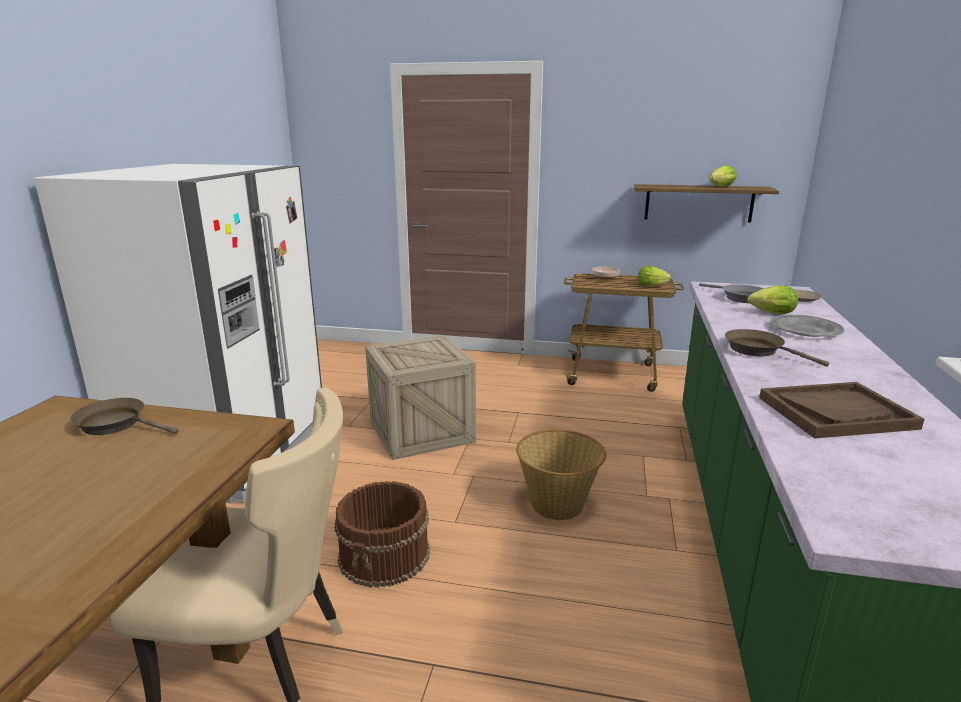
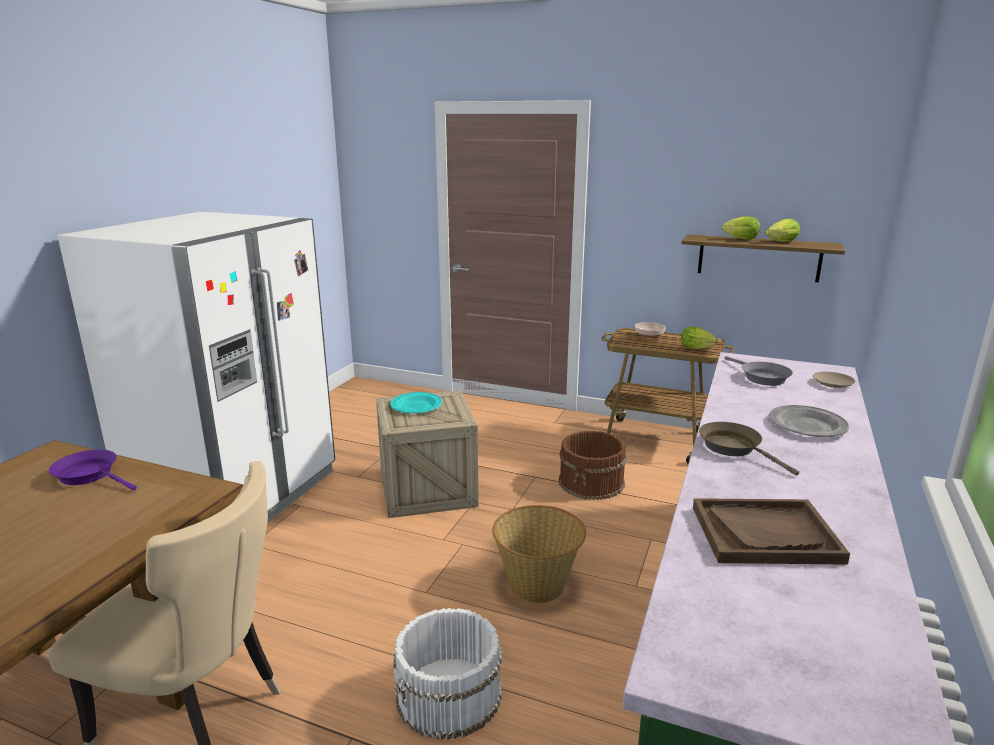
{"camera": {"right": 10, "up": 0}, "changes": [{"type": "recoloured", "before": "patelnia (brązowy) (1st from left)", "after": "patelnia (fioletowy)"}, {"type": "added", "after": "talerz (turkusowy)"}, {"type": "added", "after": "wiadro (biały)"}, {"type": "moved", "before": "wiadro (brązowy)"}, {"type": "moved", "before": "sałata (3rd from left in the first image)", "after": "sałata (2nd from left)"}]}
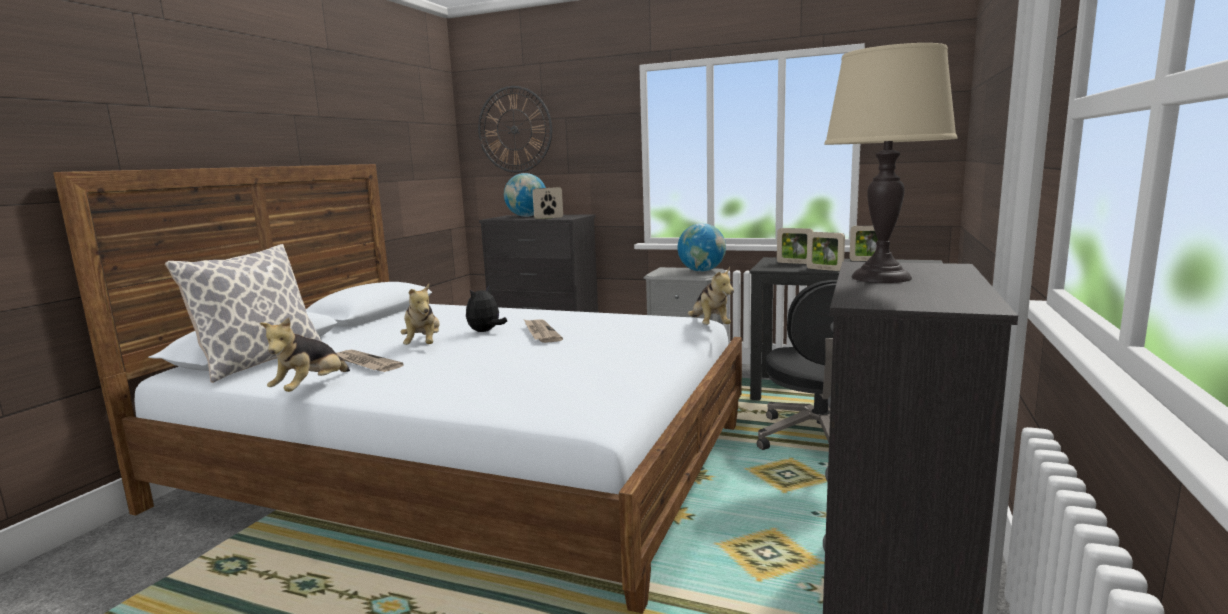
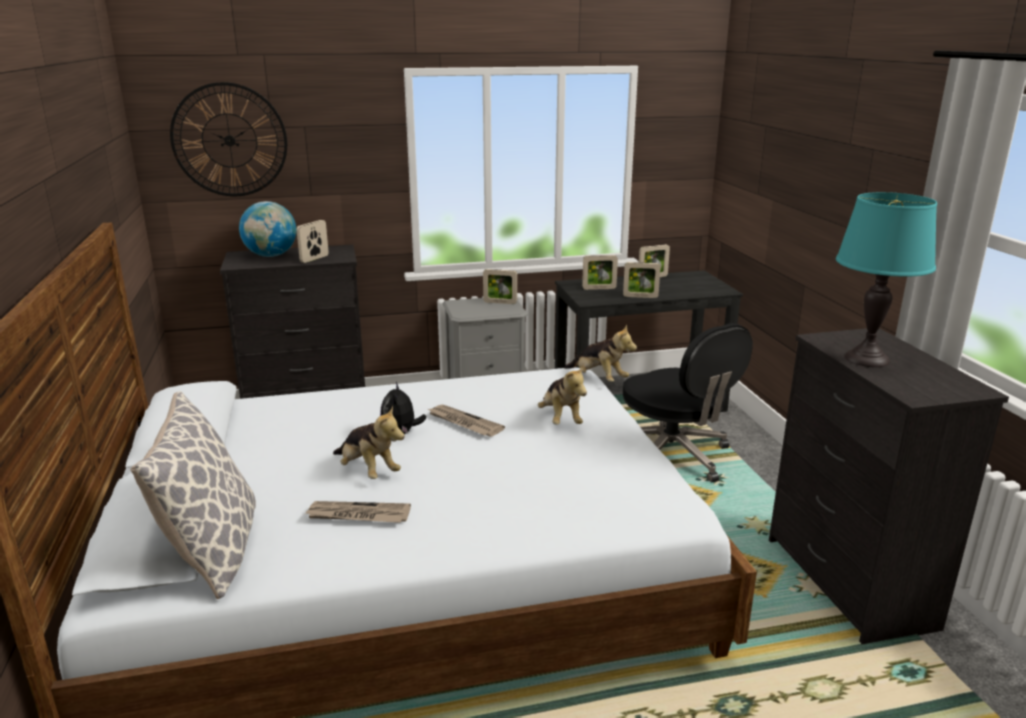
{"camera": {"right": -35, "up": 10}, "changes": [{"type": "replaced", "before": "globus (2nd from left)", "after": "ramka na zdjęcie (2nd from left)"}, {"type": "moved", "before": "pluszak (1st from left in the first image)", "after": "pluszak (3rd from left)"}, {"type": "recoloured", "before": "lampa stołowa (beżowy)", "after": "lampa stołowa (turkusowy)"}]}
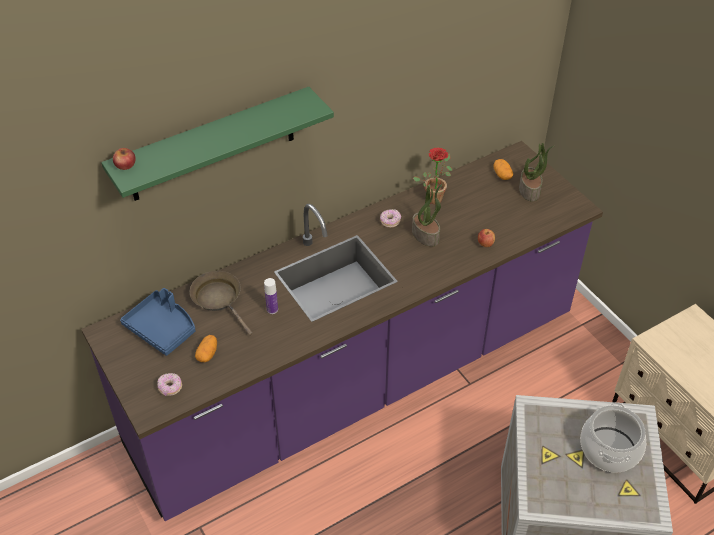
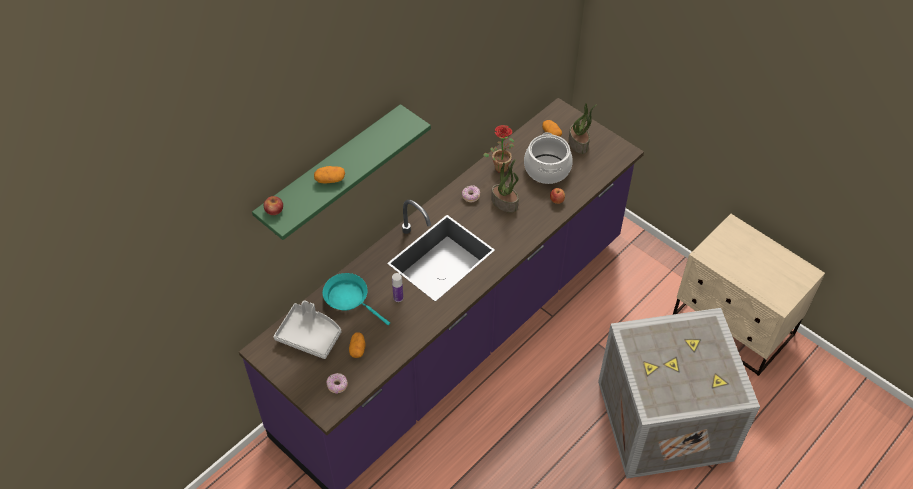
{"camera": {"right": -15, "up": 5}, "changes": [{"type": "recoloured", "before": "taca (niebieski)", "after": "taca (szary)"}, {"type": "added", "after": "ziemniak (1st from left)"}, {"type": "recoloured", "before": "patelnia (brązowy)", "after": "patelnia (turkusowy)"}, {"type": "moved", "before": "garnek"}]}
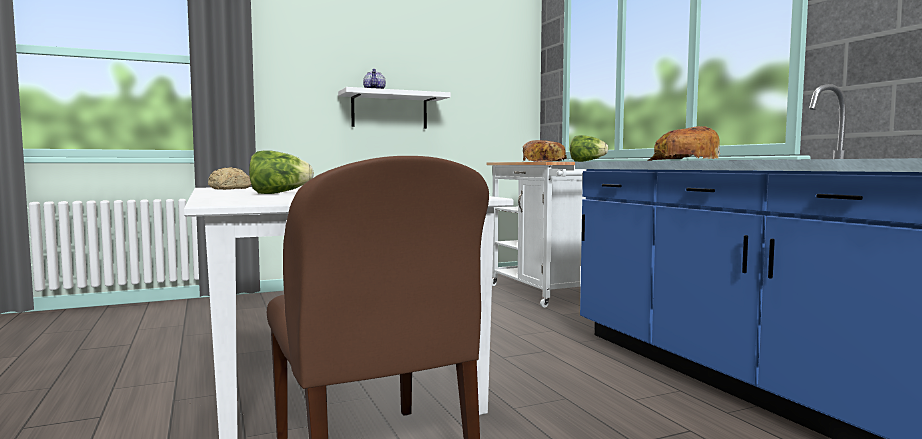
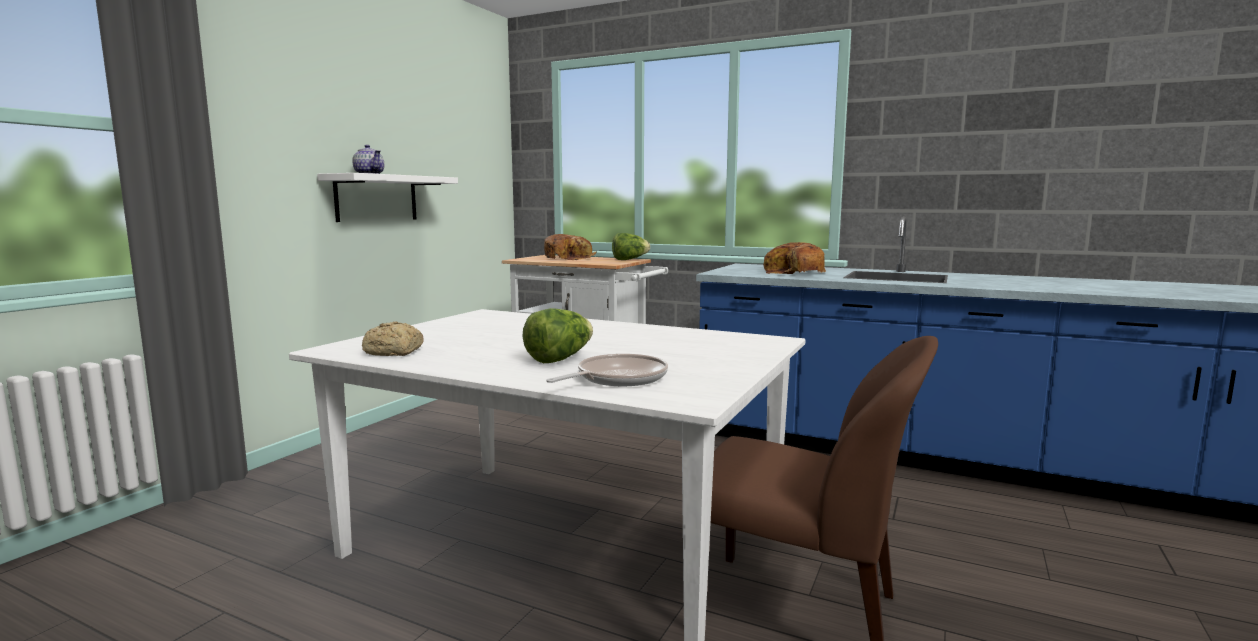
{"camera": {"right": -40, "up": 5}, "changes": [{"type": "added", "after": "patelnia"}]}
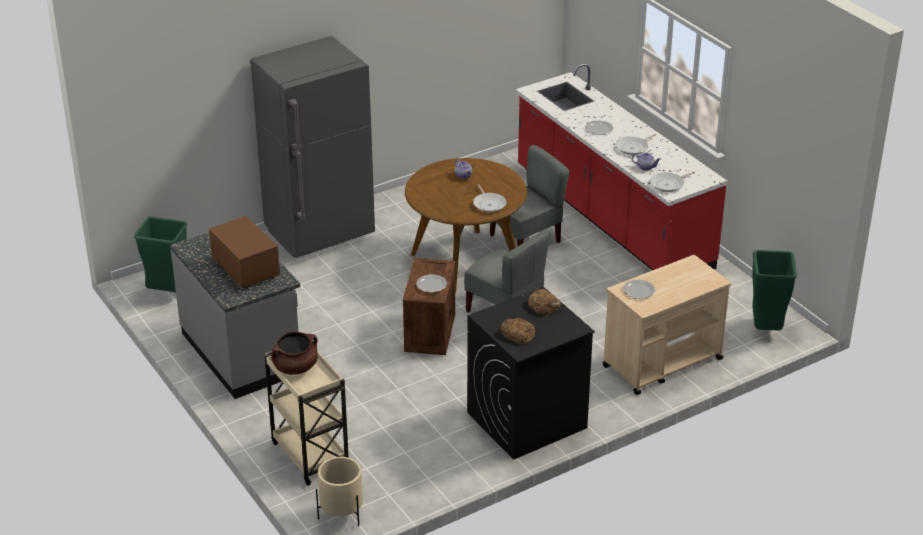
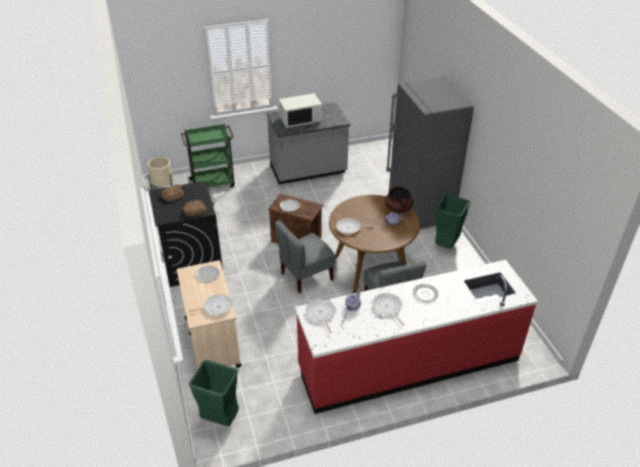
{"camera": {"right": 105, "up": 5}, "changes": [{"type": "recoloured", "before": "wózek (beżowy) (1st from left)", "after": "wózek (zielony)"}, {"type": "added", "after": "patelnia (1st from left)"}, {"type": "recoloured", "before": "mikrofalówka (brązowy)", "after": "mikrofalówka (biały)"}, {"type": "moved", "before": "garnek (brązowy)"}, {"type": "moved", "before": "kosz na śmieci (zielony) (1st from left in the first image)", "after": "kosz na śmieci (zielony) (2nd from left)"}]}
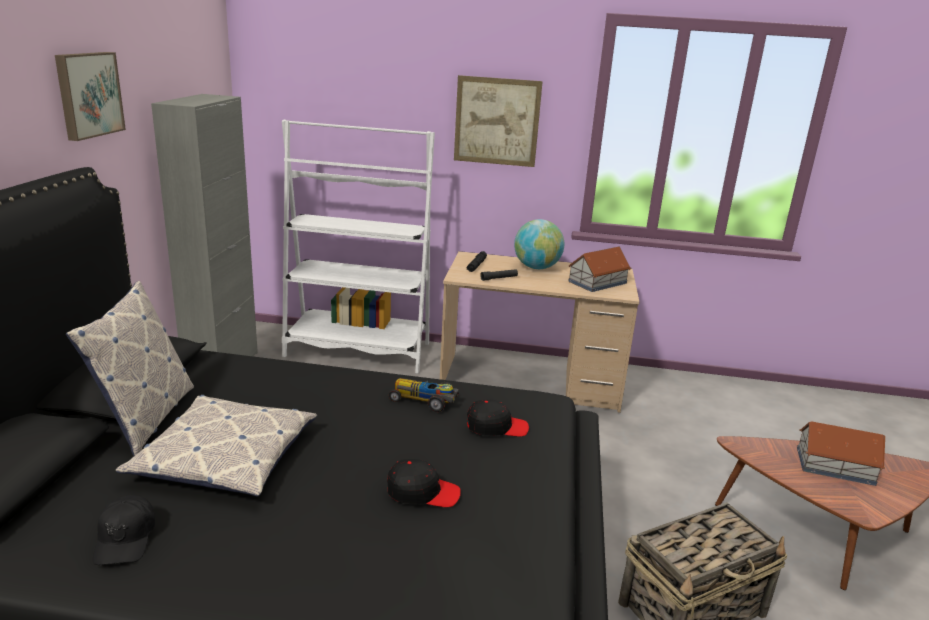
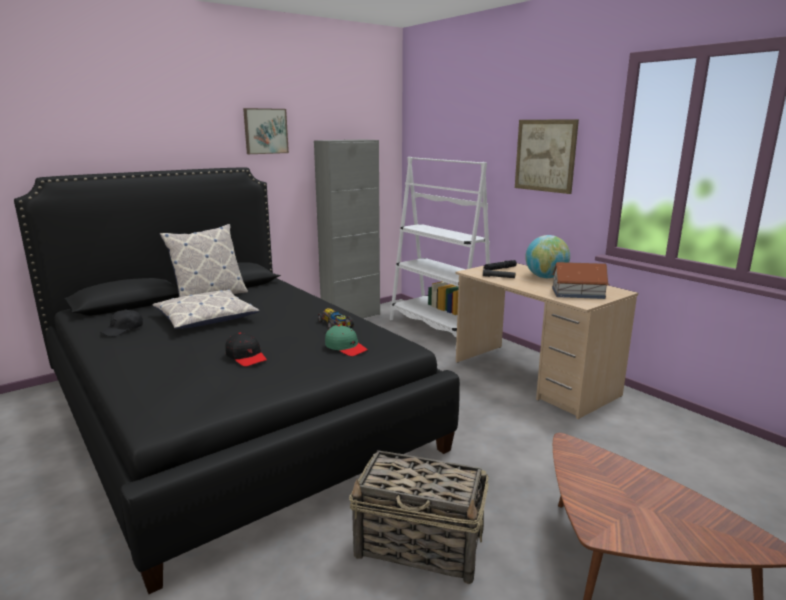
{"camera": {"right": 45, "up": -5}, "changes": [{"type": "recoloured", "before": "czapka z daszkiem (czarny) (3rd from left)", "after": "czapka z daszkiem (zielony)"}, {"type": "removed", "before": "domek (2nd from left)"}]}
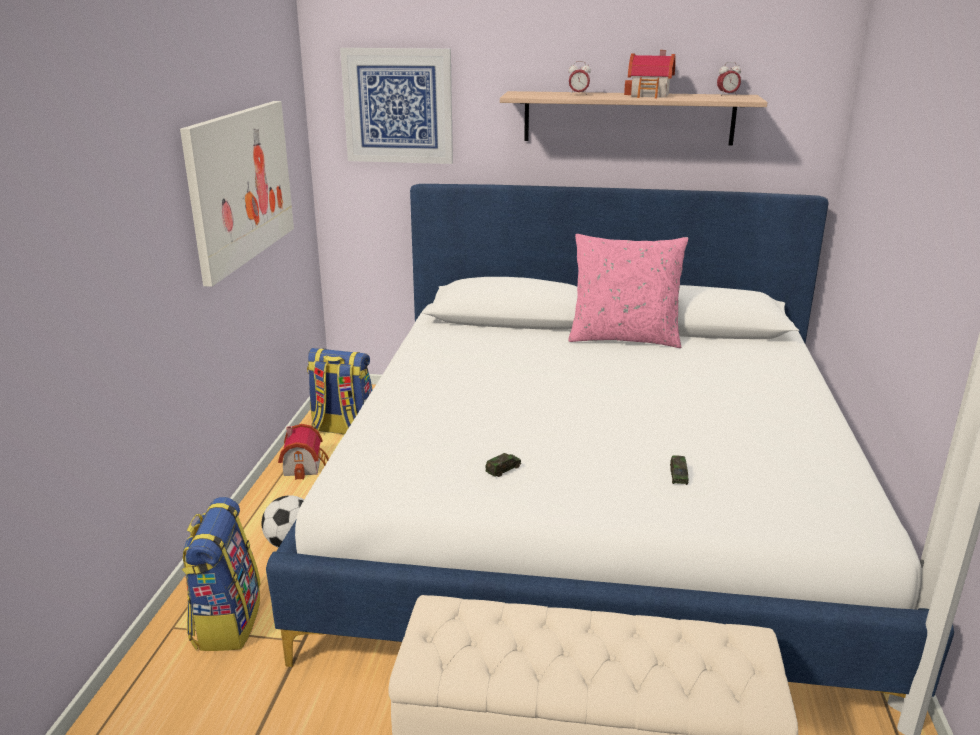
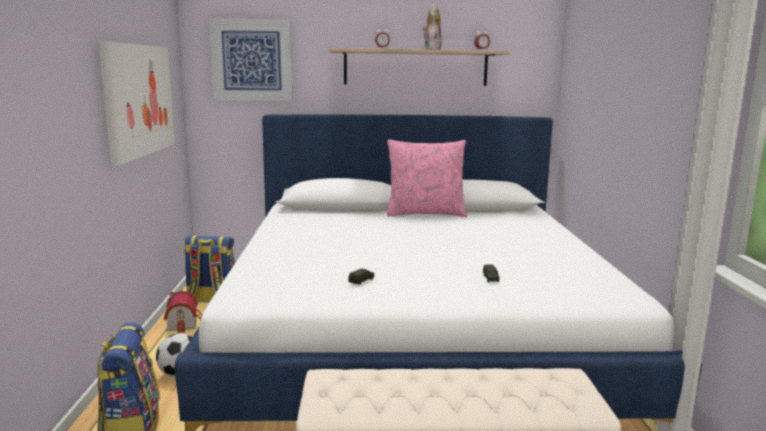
{"camera": {"right": -10, "up": -10}, "changes": [{"type": "replaced", "before": "domek (2nd from left)", "after": "pluszak"}]}
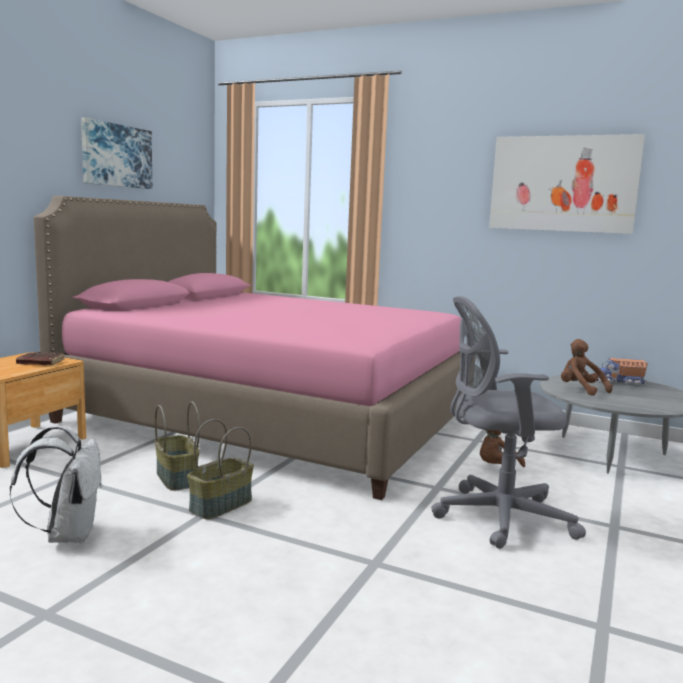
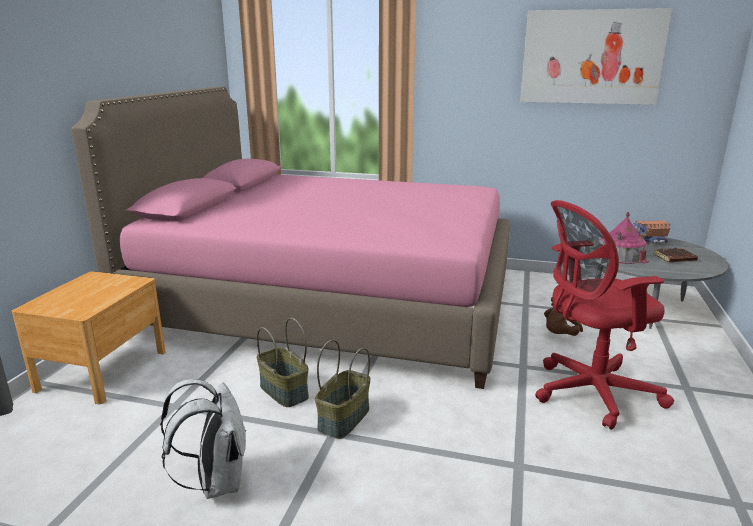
{"camera": {"right": -10, "up": 10}, "changes": [{"type": "recoloured", "before": "krzesło biurowe (szary)", "after": "krzesło biurowe (czerwony)"}, {"type": "replaced", "before": "pluszak (brązowy) (2nd from left)", "after": "domek"}, {"type": "moved", "before": "książka (brązowy)"}, {"type": "removed", "before": "obraz (1st from left)"}]}
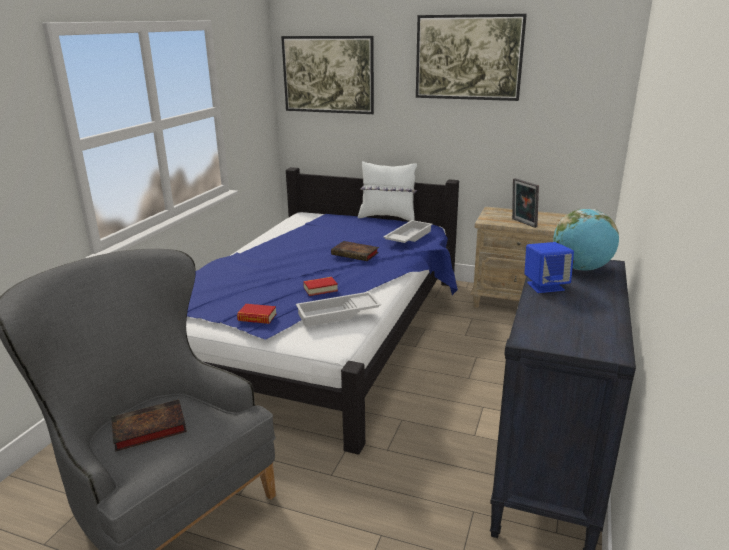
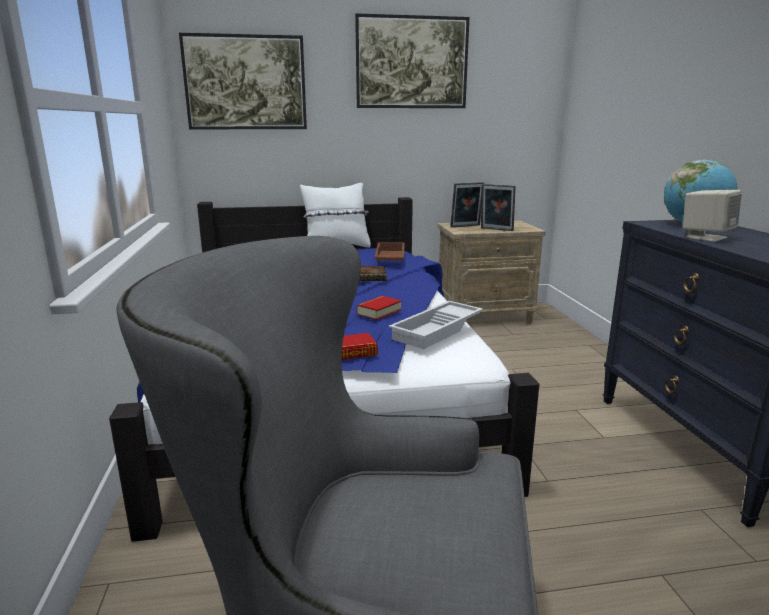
{"camera": {"right": -30, "up": -5}, "changes": [{"type": "recoloured", "before": "taca (biały) (2nd from left)", "after": "taca (brązowy)"}, {"type": "added", "after": "ramka na zdjęcie (1st from left)"}, {"type": "recoloured", "before": "głośnik (niebieski)", "after": "głośnik (beżowy)"}, {"type": "removed", "before": "książka (1st from left)"}]}
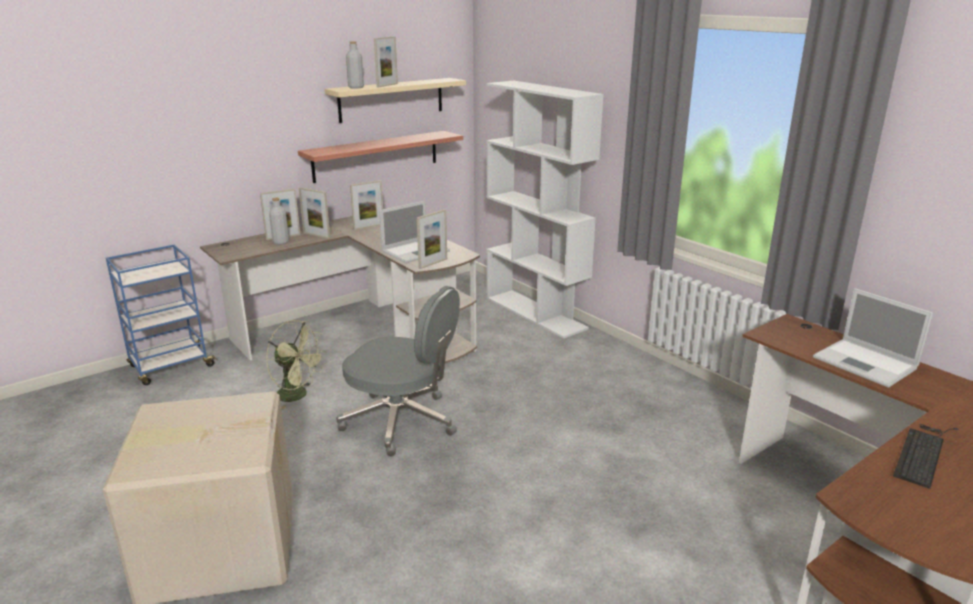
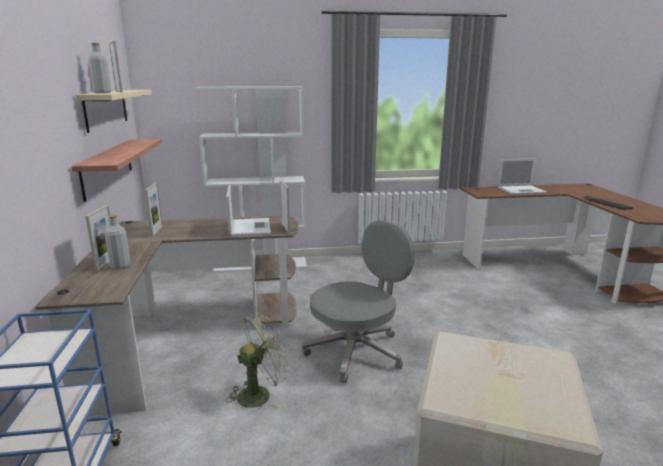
{"camera": {"right": -60, "up": -5}, "changes": [{"type": "removed", "before": "ramka na zdjęcie (2nd from left)"}]}
